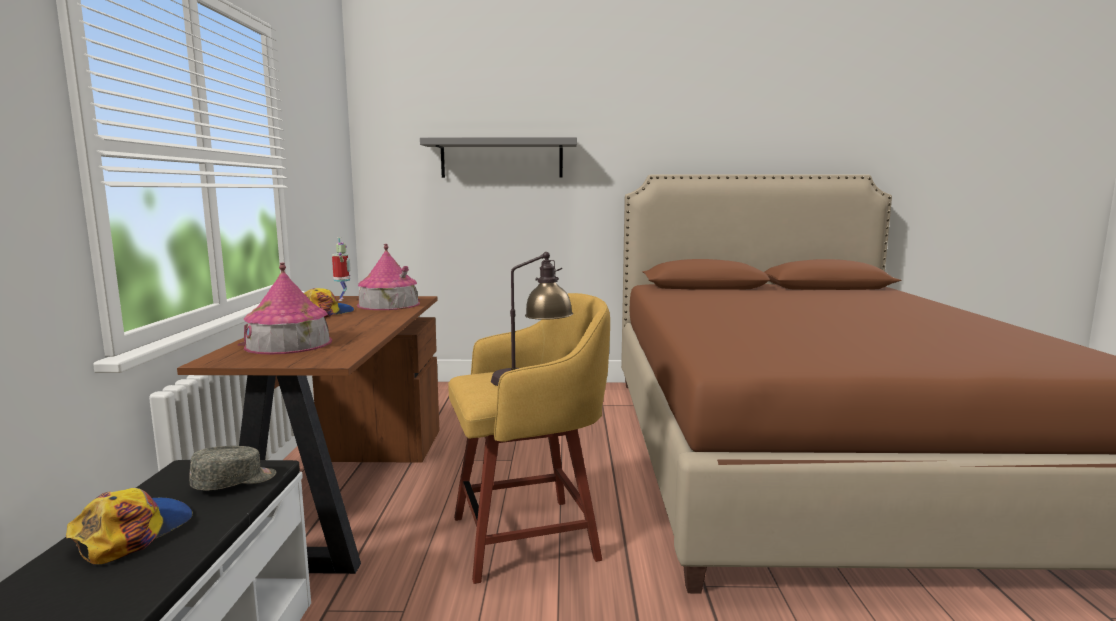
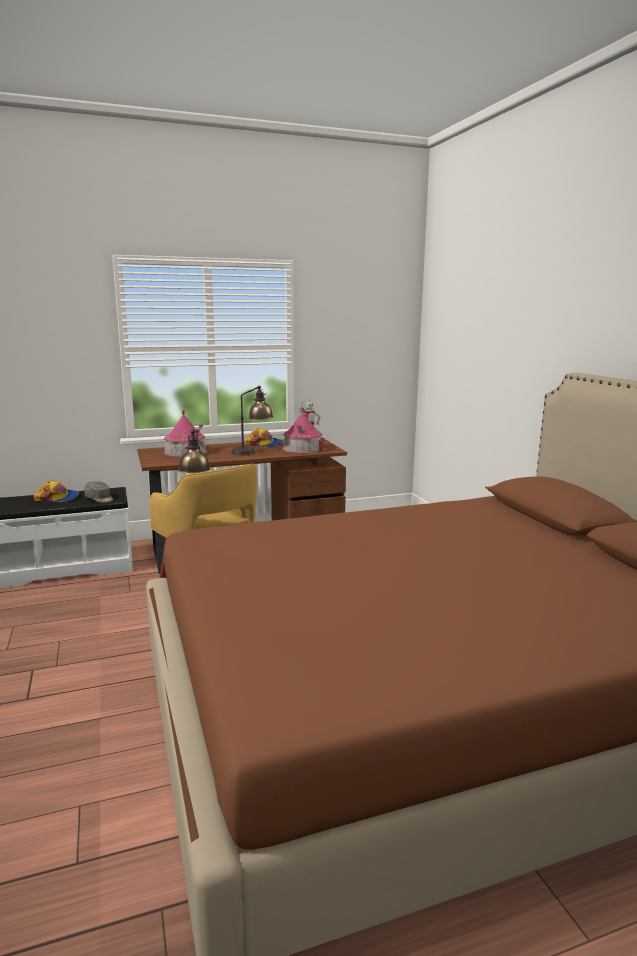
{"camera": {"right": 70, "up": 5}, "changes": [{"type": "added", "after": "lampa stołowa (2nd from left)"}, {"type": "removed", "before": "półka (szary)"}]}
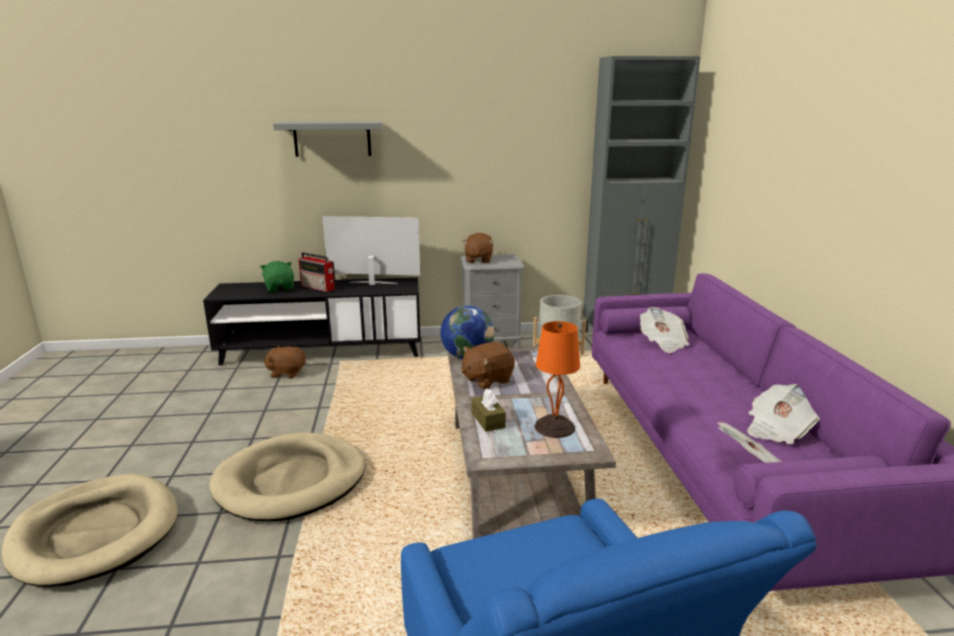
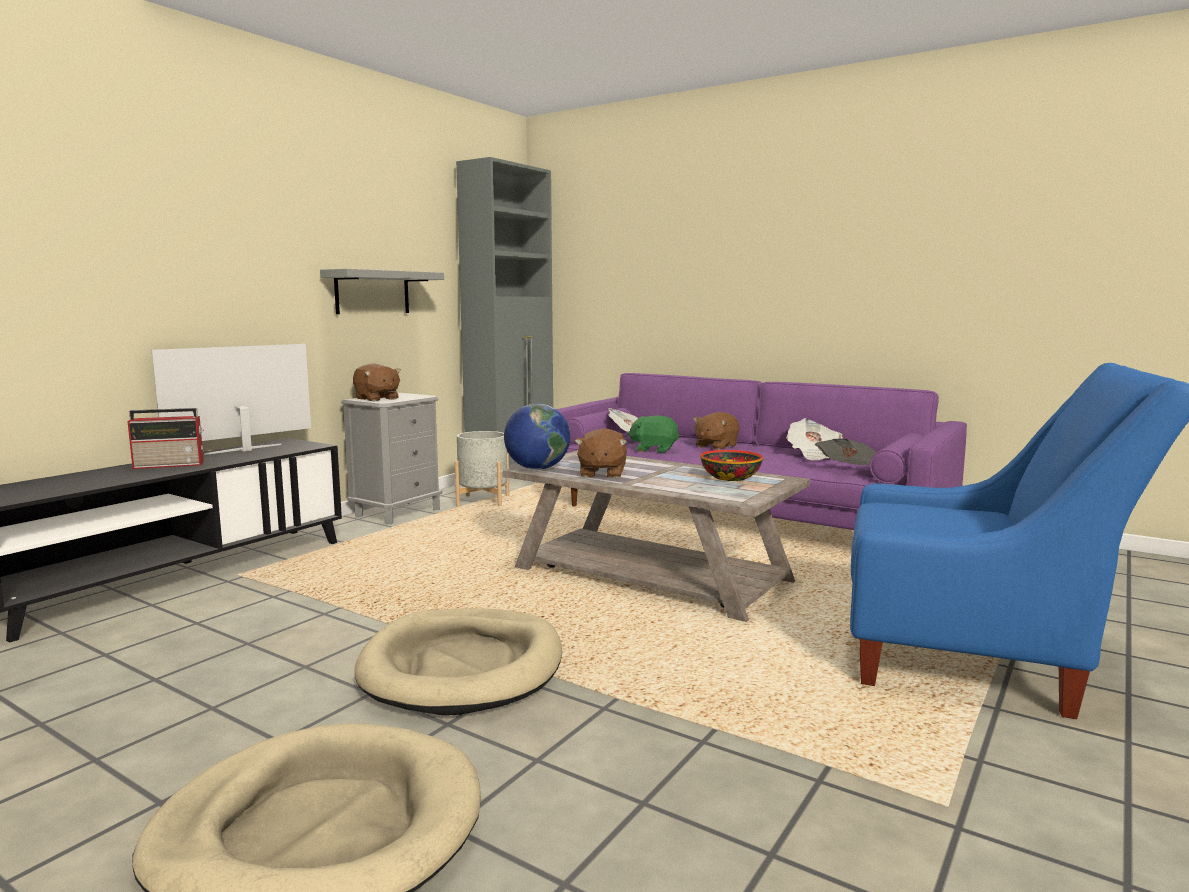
{"camera": {"right": -50, "up": -10}, "changes": [{"type": "moved", "before": "półka (szary)"}, {"type": "moved", "before": "pluszak (zielony)"}, {"type": "moved", "before": "pluszak (brązowy) (1st from left in the first image)", "after": "pluszak (brązowy) (3rd from left)"}, {"type": "replaced", "before": "lampa stołowa (pomarańczowy)", "after": "miska"}, {"type": "removed", "before": "pudełko chusteczek (brązowy)"}]}
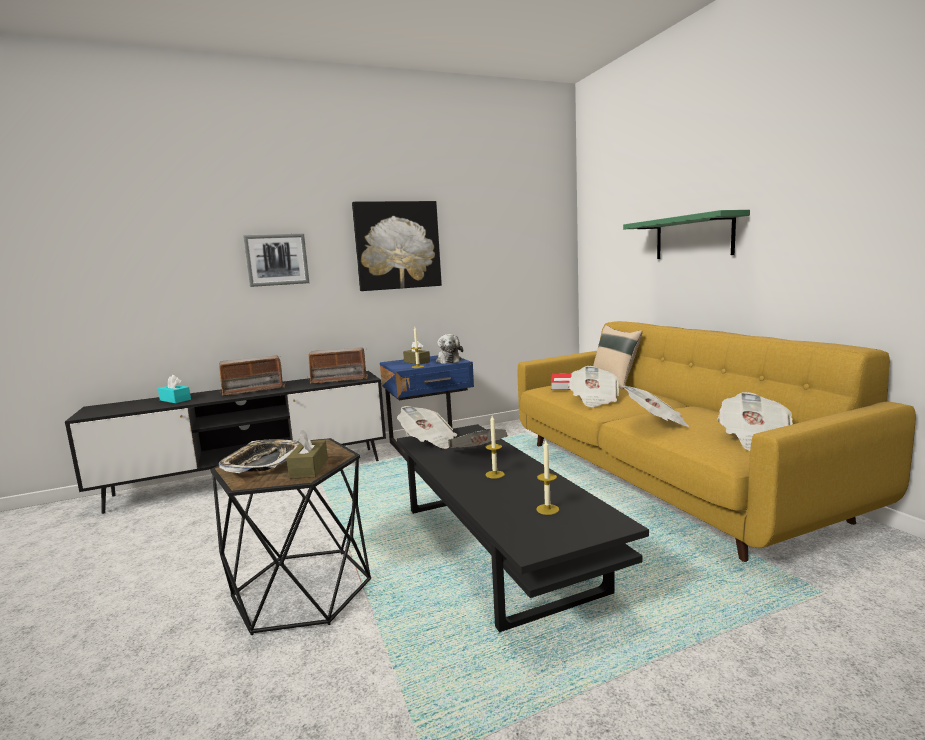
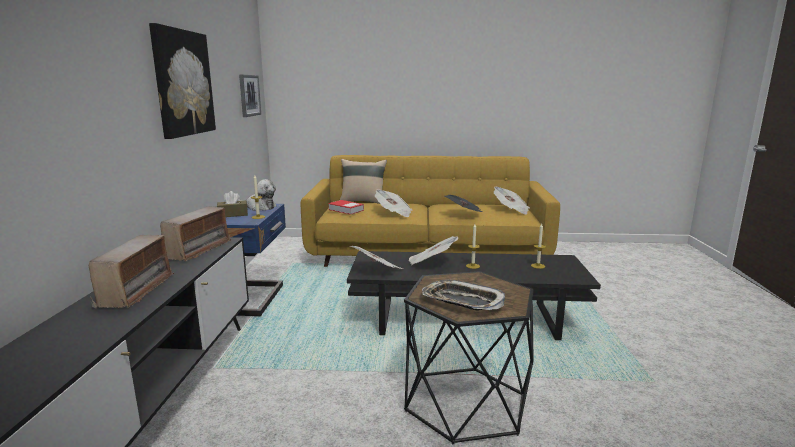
{"camera": {"right": -65, "up": 5}, "changes": [{"type": "moved", "before": "obraz (1st from left in the first image)", "after": "obraz (2nd from left)"}, {"type": "removed", "before": "pudełko chusteczek (turkusowy)"}, {"type": "removed", "before": "pudełko chusteczek (brązowy) (1st from left)"}, {"type": "removed", "before": "półka (zielony)"}]}
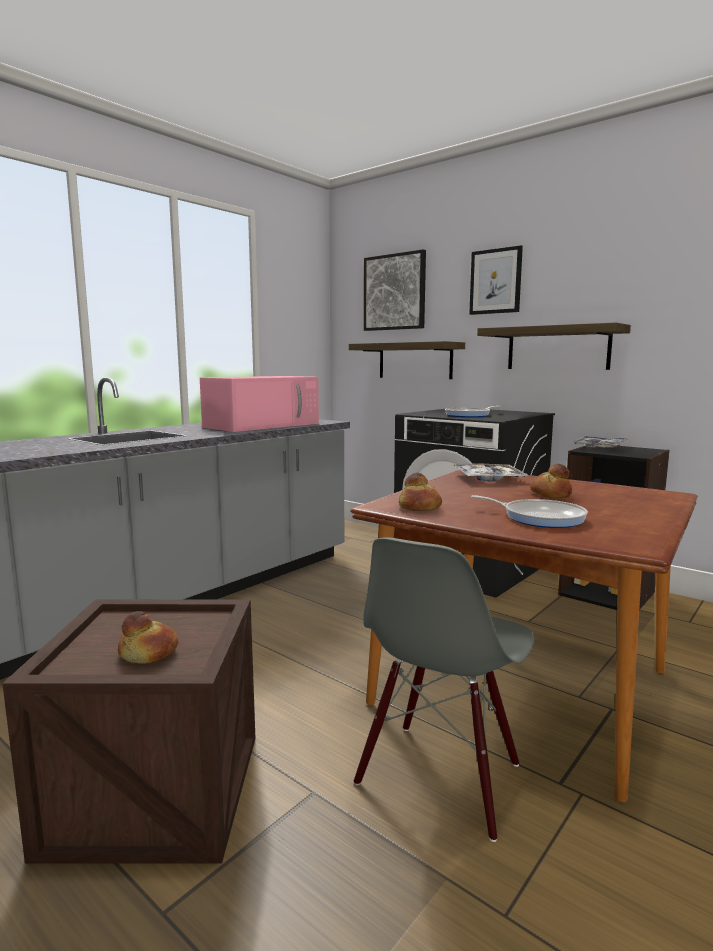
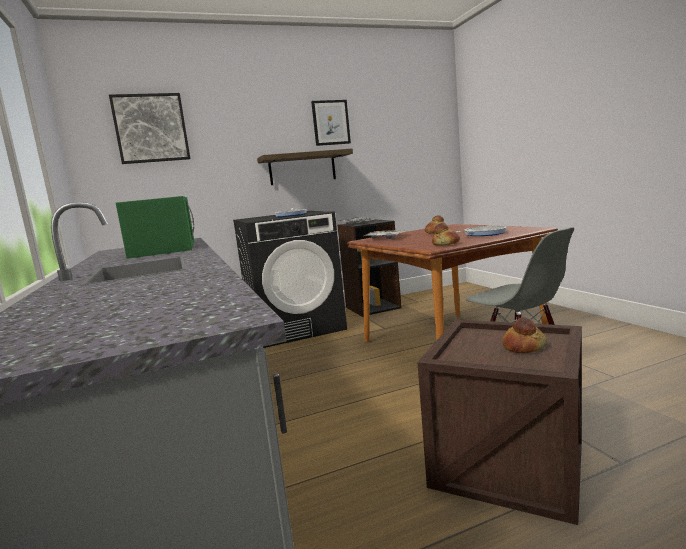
{"camera": {"right": -60, "up": 0}, "changes": [{"type": "recoloured", "before": "mikrofalówka (różowy)", "after": "mikrofalówka (zielony)"}, {"type": "moved", "before": "obraz (2nd from left)"}, {"type": "removed", "before": "półka (1st from left)"}]}
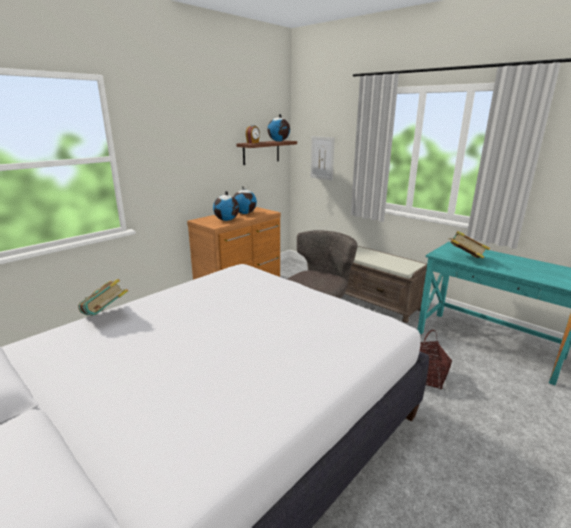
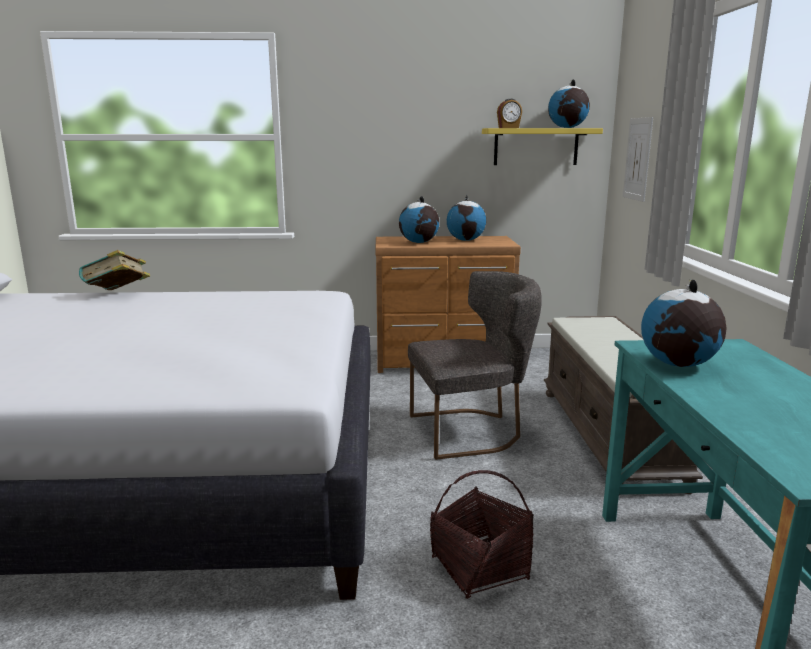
{"camera": {"right": 45, "up": -5}, "changes": [{"type": "recoloured", "before": "półka (brązowy)", "after": "półka (żółty)"}, {"type": "replaced", "before": "książka (2nd from left)", "after": "globus (4th from left)"}]}
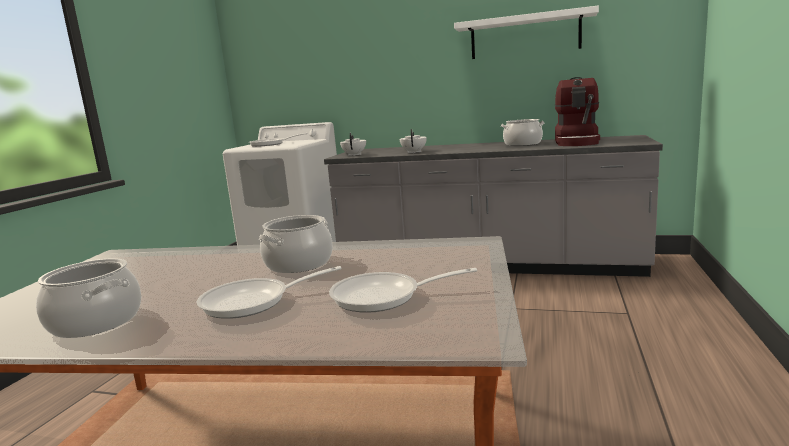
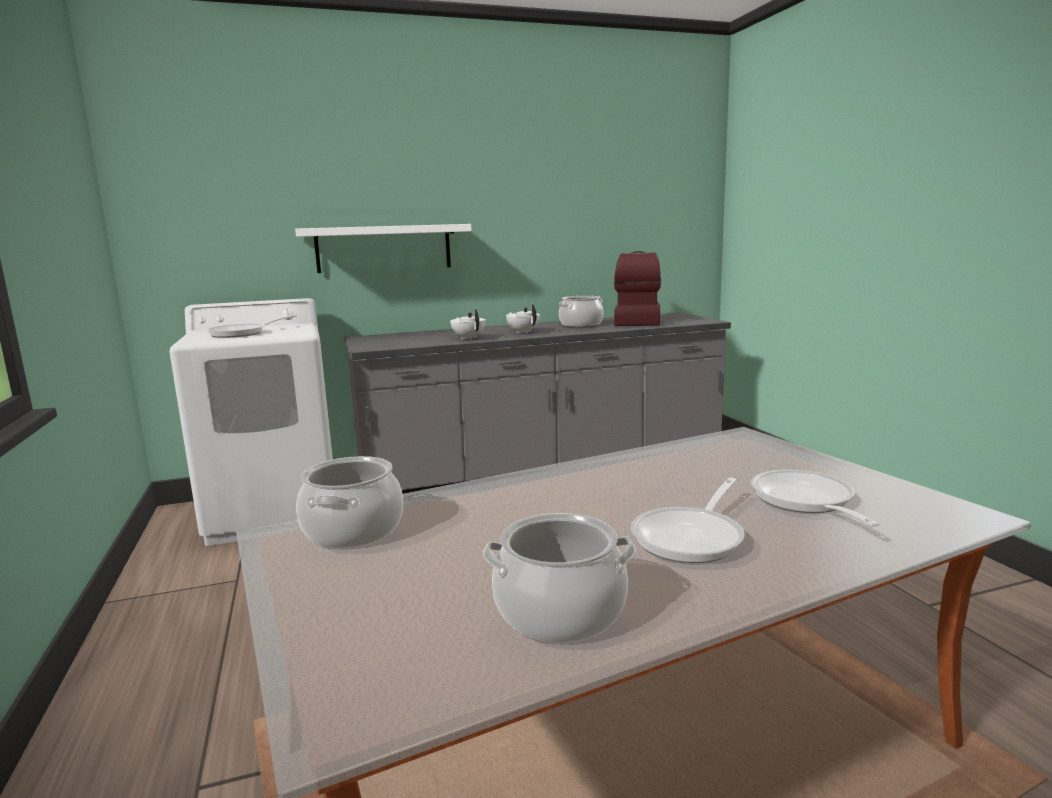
{"camera": {"right": -35, "up": 0}, "changes": [{"type": "moved", "before": "półka (biały)"}, {"type": "moved", "before": "garnek (2nd from left in the first image)", "after": "garnek (1st from left)"}, {"type": "moved", "before": "imbryk (biały) (1st from left in the first image)", "after": "imbryk (biały) (2nd from left)"}, {"type": "turned", "before": "ekspres do kawy", "turn": -150}, {"type": "turned", "before": "patelnia (3rd from left)", "turn": 120}]}
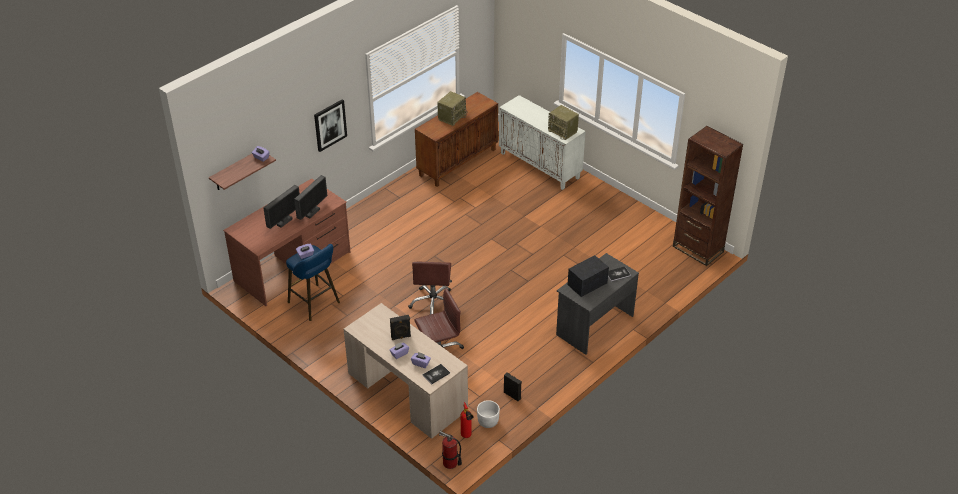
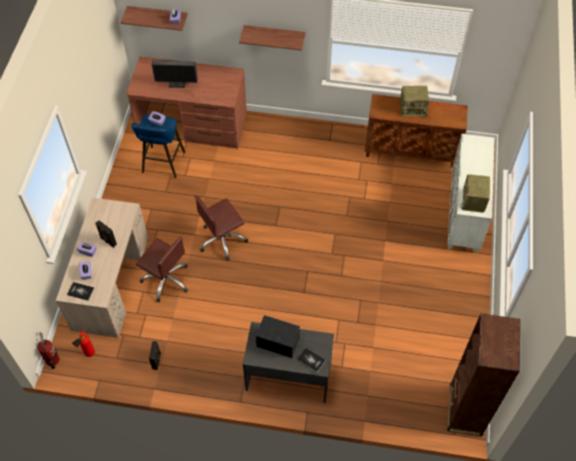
{"camera": {"right": 55, "up": 15}, "changes": [{"type": "replaced", "before": "obraz", "after": "półka (2nd from left)"}, {"type": "removed", "before": "monitor (2nd from left)"}, {"type": "removed", "before": "donica (biały)"}]}
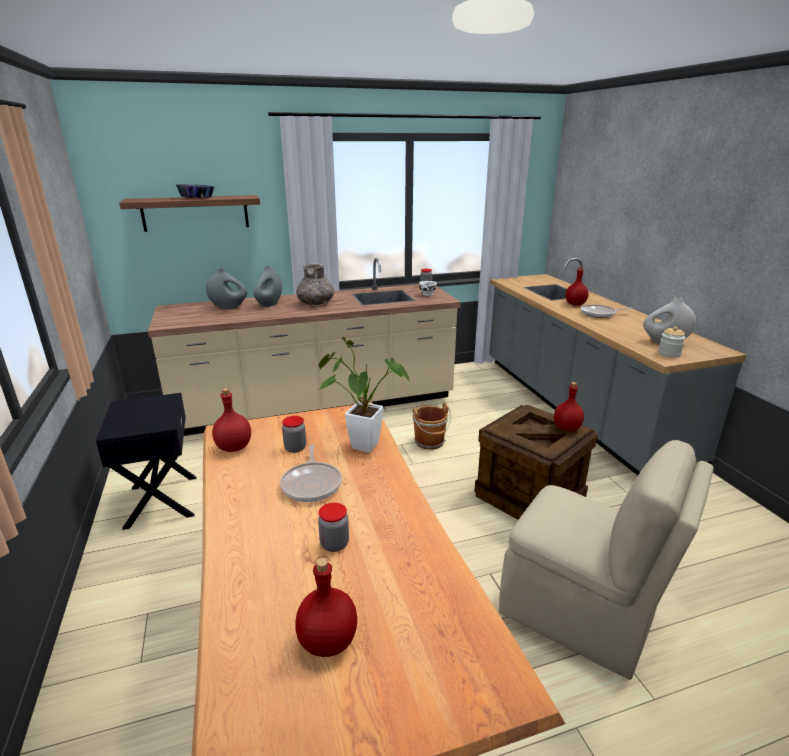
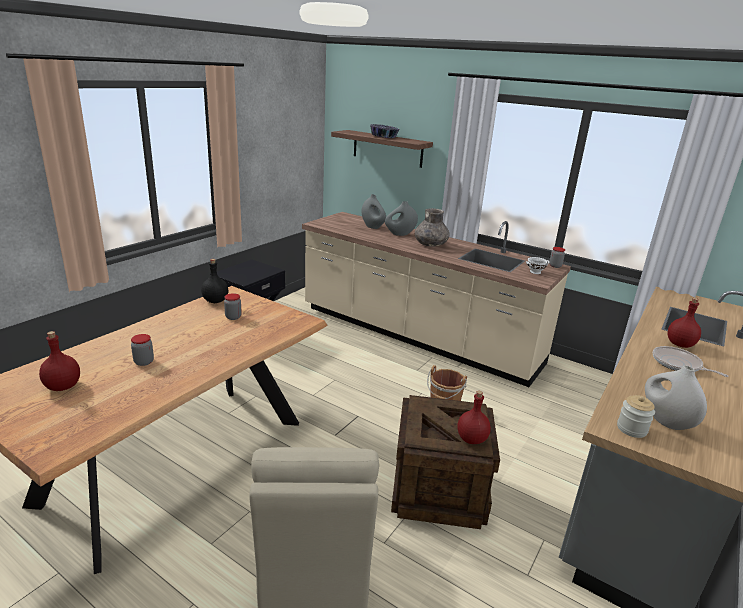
{"camera": {"right": 50, "up": 0}, "changes": [{"type": "recoloured", "before": "butelka (czerwony) (1st from left)", "after": "butelka (czarny)"}, {"type": "removed", "before": "patelnia (1st from left)"}, {"type": "removed", "before": "roślina doniczkowa"}]}
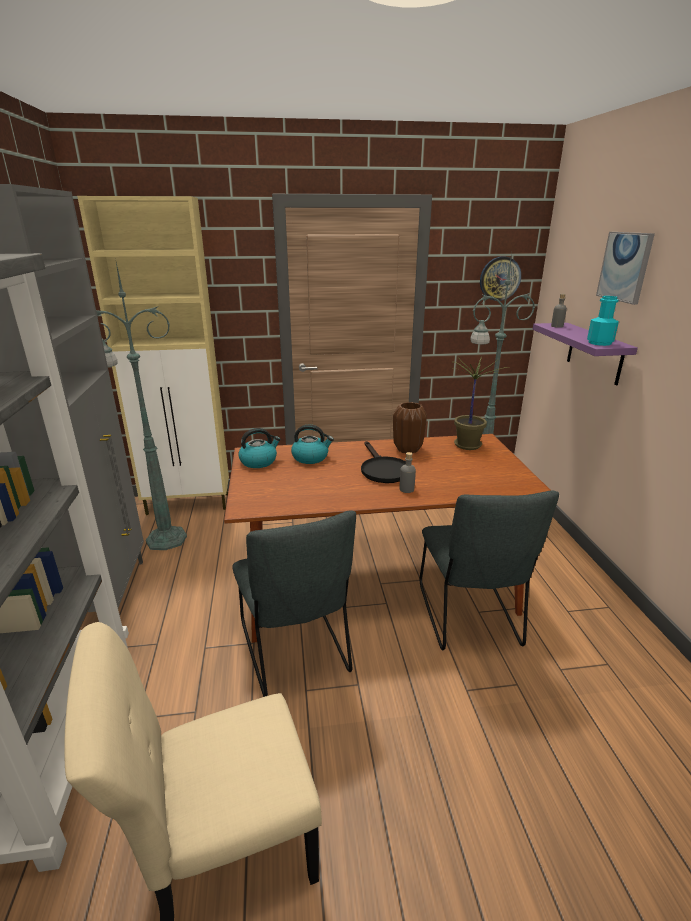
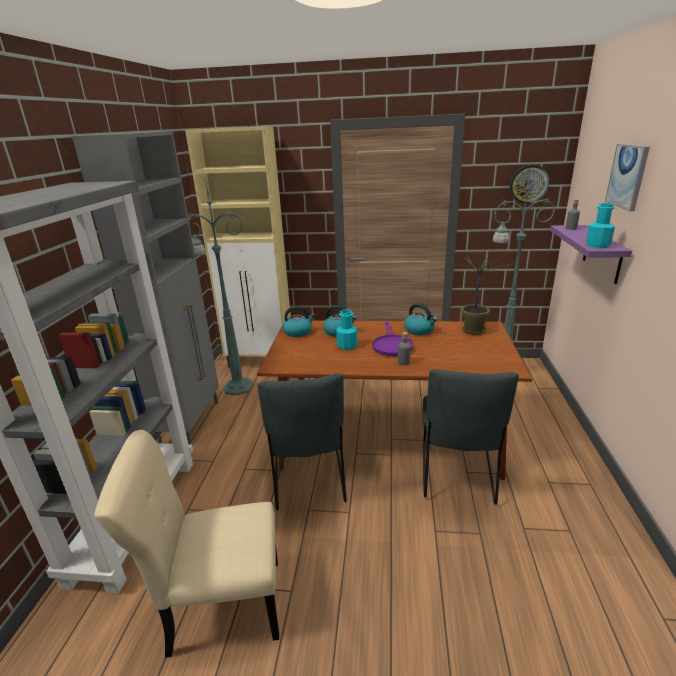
{"camera": {"right": 15, "up": 0}, "changes": [{"type": "added", "after": "butelka (turkusowy) (1st from left)"}, {"type": "recoloured", "before": "patelnia (czarny)", "after": "patelnia (fioletowy)"}, {"type": "replaced", "before": "wazon (brązowy)", "after": "czajnik (3rd from left)"}]}
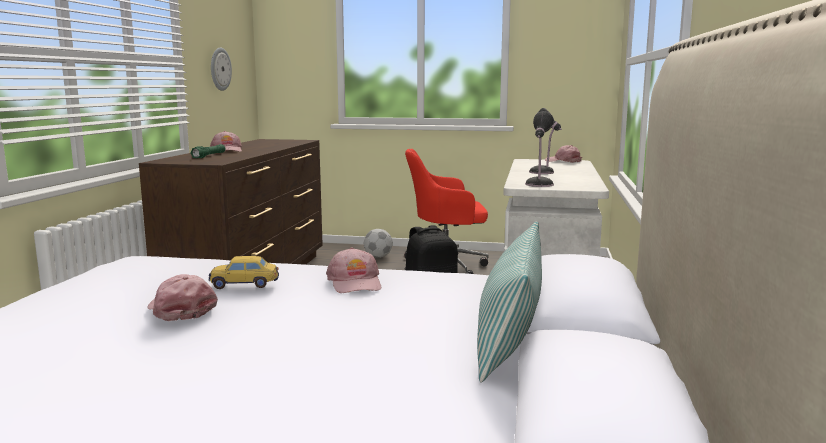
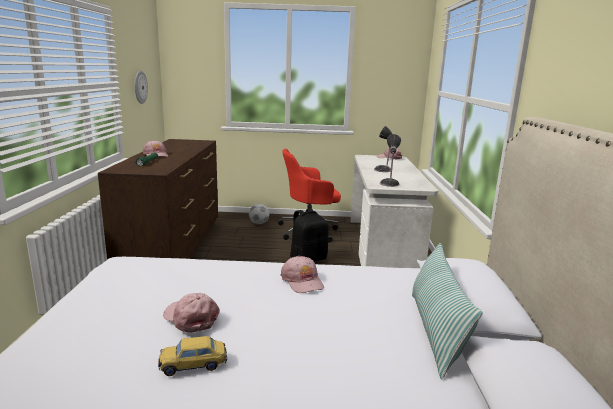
{"camera": {"right": -10, "up": 5}, "changes": [{"type": "moved", "before": "samochodzik"}]}
